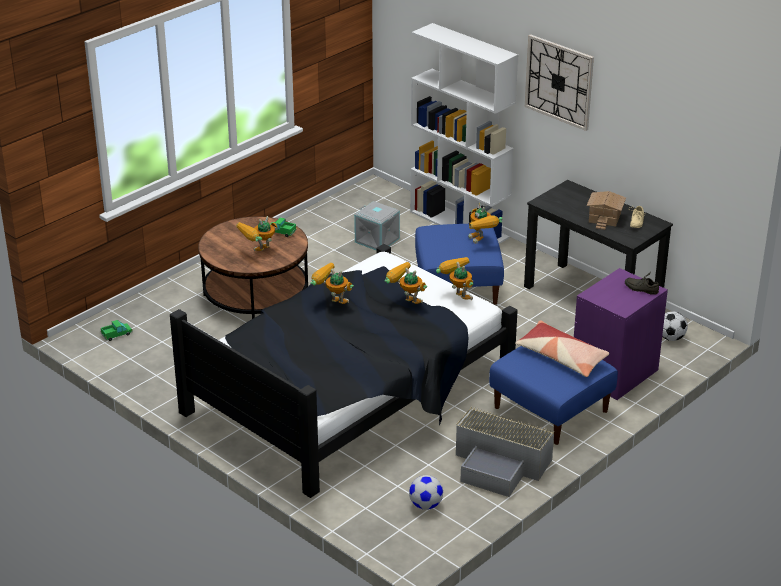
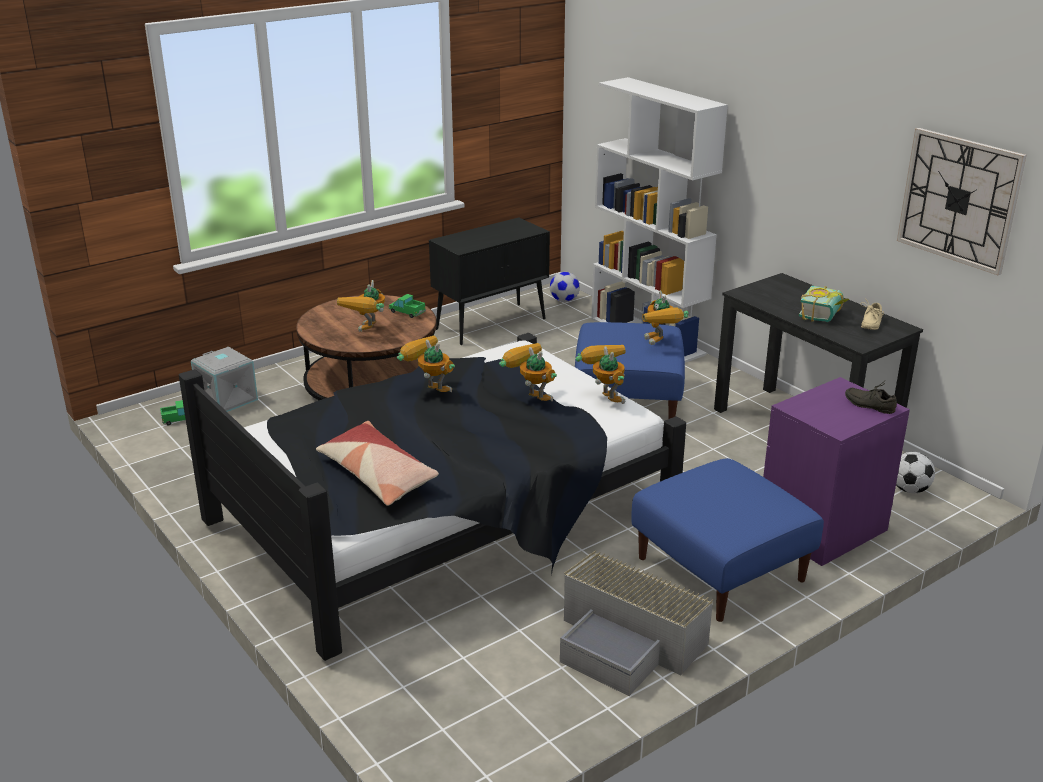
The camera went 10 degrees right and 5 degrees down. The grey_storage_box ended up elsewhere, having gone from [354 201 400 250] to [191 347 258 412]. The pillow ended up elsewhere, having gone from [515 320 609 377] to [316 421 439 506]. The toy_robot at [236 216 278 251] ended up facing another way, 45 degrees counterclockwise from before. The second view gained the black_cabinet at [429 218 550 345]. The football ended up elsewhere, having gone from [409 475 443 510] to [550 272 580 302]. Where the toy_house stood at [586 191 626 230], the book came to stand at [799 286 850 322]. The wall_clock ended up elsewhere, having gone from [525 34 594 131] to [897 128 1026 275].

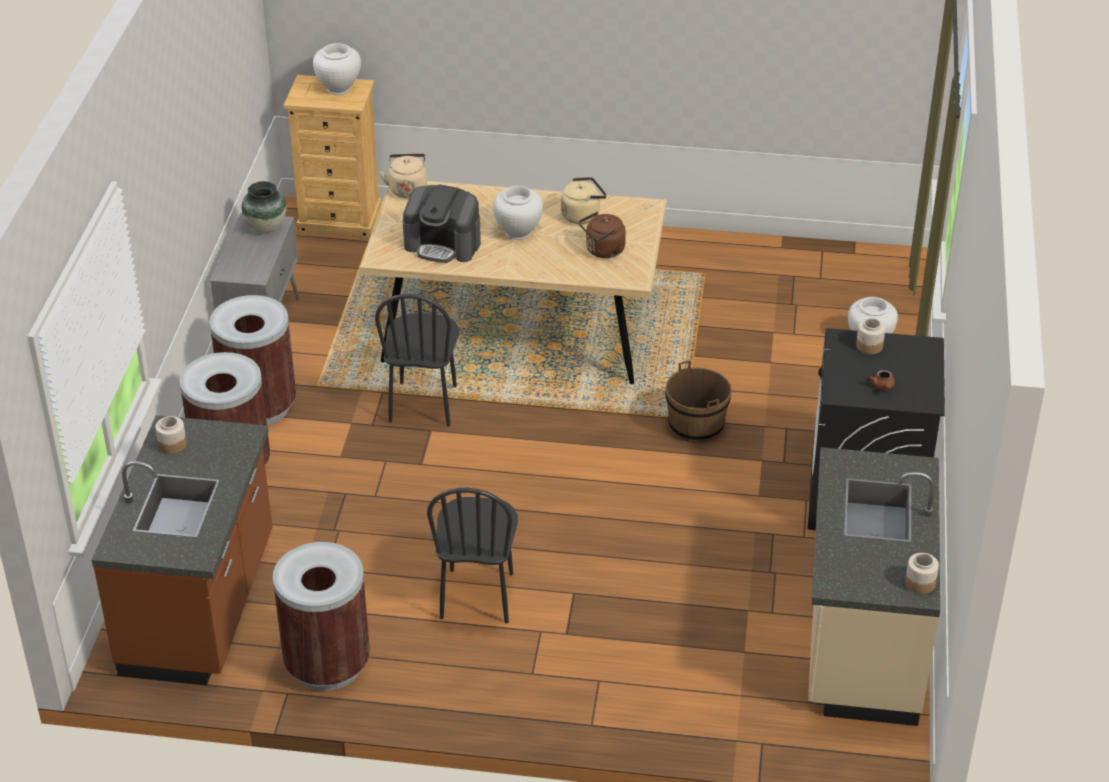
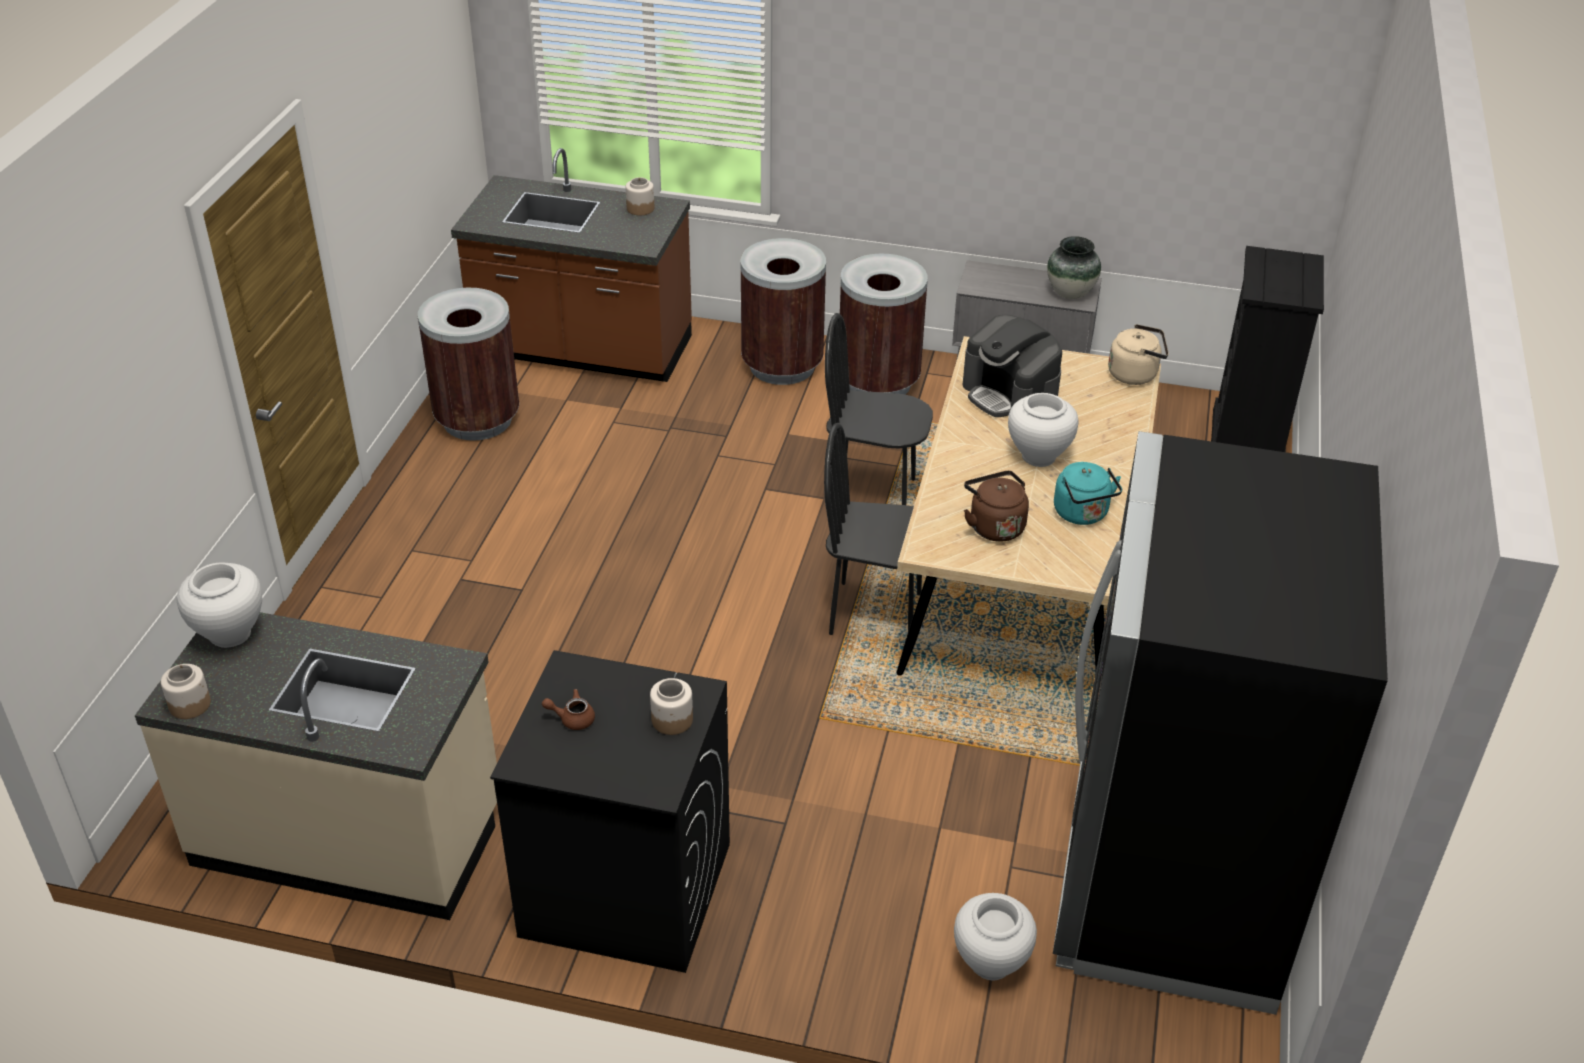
The camera went 95 degrees right and 0 degrees up. The white_vase ended up elsewhere, having gone from [313 43 361 95] to [176 562 262 648]. The black_chair ended up elsewhere, having gone from [427 488 518 623] to [824 423 922 635]. The coffee_machine at [403 184 481 263] ended up facing another way, 60 degrees counterclockwise from before. The second view gained the black_fridge at [1053 431 1388 1015]. What was the beige_kettle at [561 177 607 224] turned into the turquoise_kettle at [1054 462 1122 525]. What was the beige_dresser at [284 75 382 239] turned into the black_dresser at [1211 246 1324 452]. The second view lost the brown_bucket at [665 360 732 443].

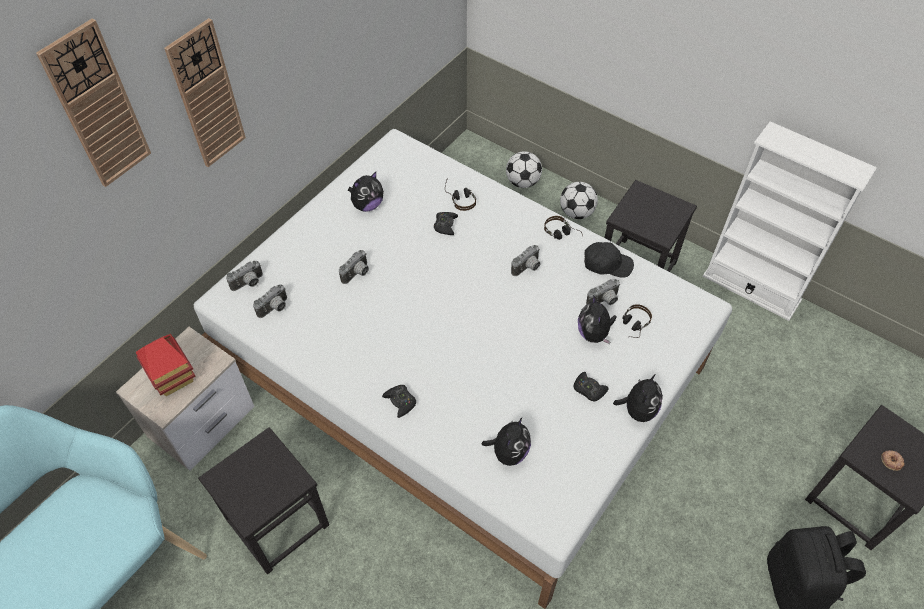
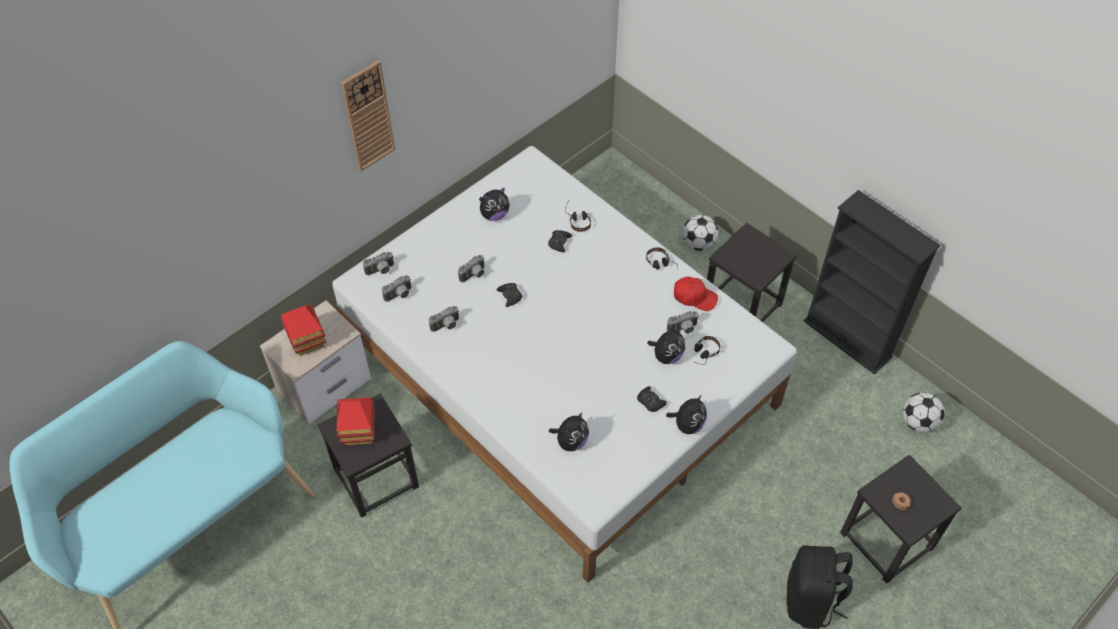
The camera went 10 degrees right and 0 degrees up. The second view gained the toy_house at [337 397 375 445]. The photo_camera ended up elsewhere, having gone from [511 245 541 276] to [429 306 459 332]. The black_game_controller ended up elsewhere, having gone from [382 385 416 418] to [497 283 522 307]. The plush_toy at [578 295 617 344] ended up facing another way, 135 degrees counterclockwise from before. What was the black_cap at [584 242 634 278] turned into the red_cap at [674 277 718 311]. What was the white_bookcase at [703 121 877 321] turned into the black_bookcase at [804 190 941 375]. The football ended up elsewhere, having gone from [506 151 542 188] to [903 393 945 433]. The second view lost the wall_clock at [36 18 151 187].

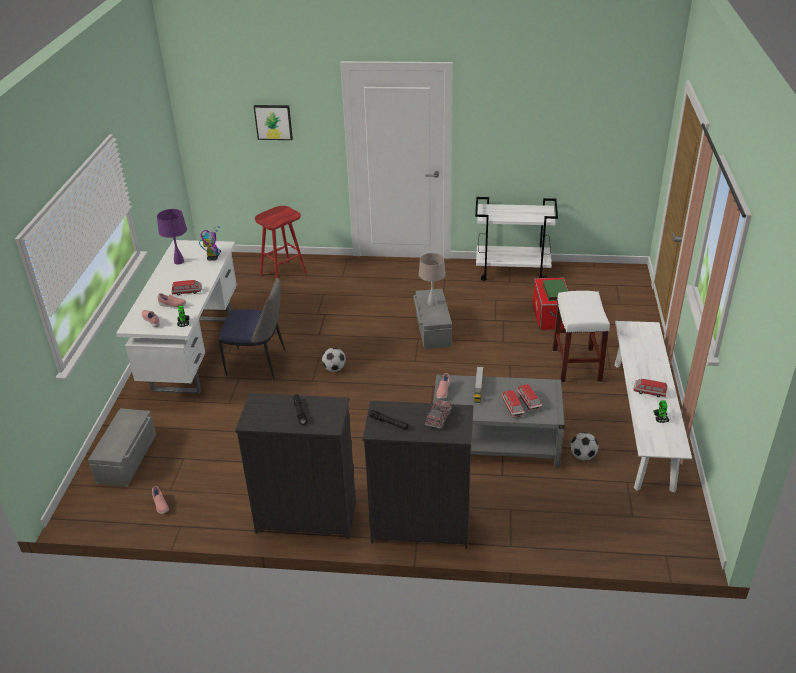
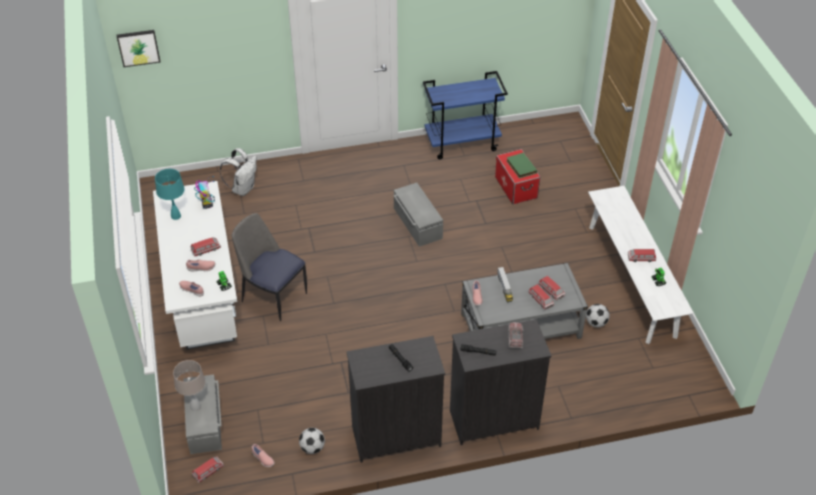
The camera went 20 degrees left and 10 degrees up. The picture ended up elsewhere, having gone from [254 105 293 140] to [117 30 161 67]. What was the purple_table_lamp at [157 209 187 264] turned into the turquoise_table_lamp at [155 169 185 220]. The beige_table_lamp ended up elsewhere, having gone from [419 253 446 306] to [173 360 206 411]. The second view gained the toy_car at [192 456 224 483]. Where the red_stool stood at [255 206 307 278], the white_backpack came to stand at [220 148 257 196]. The chair at [218 277 285 379] ended up facing another way, 135 degrees counterclockwise from before. The football ended up elsewhere, having gone from [322 348 346 372] to [299 428 325 454]. What was the white_cart at [475 197 558 281] turned into the blue_cart at [423 71 508 159]. The second view lost the white_stool at [552 291 610 383].

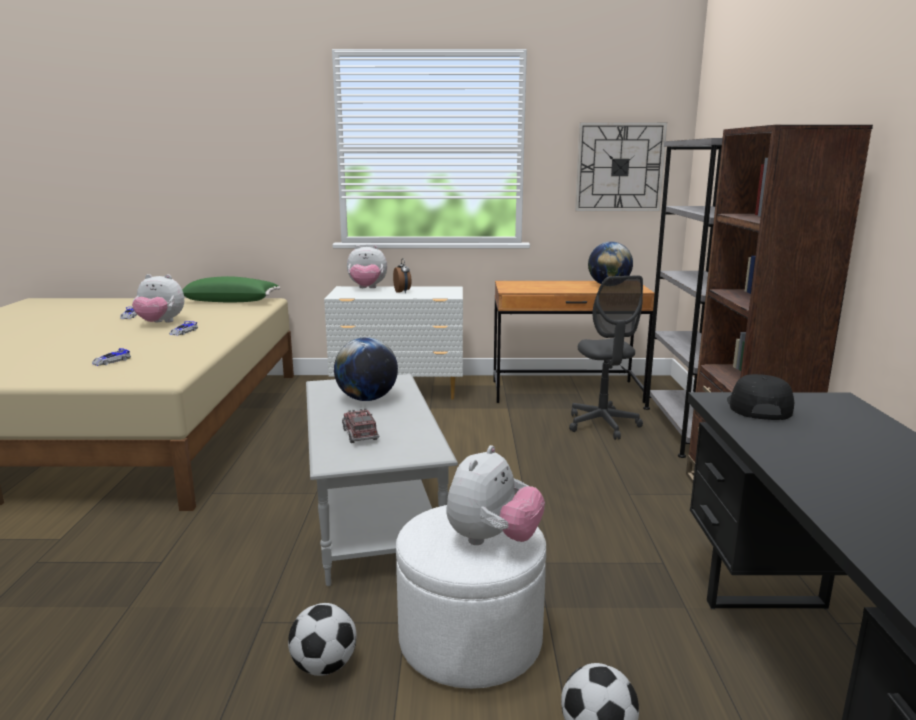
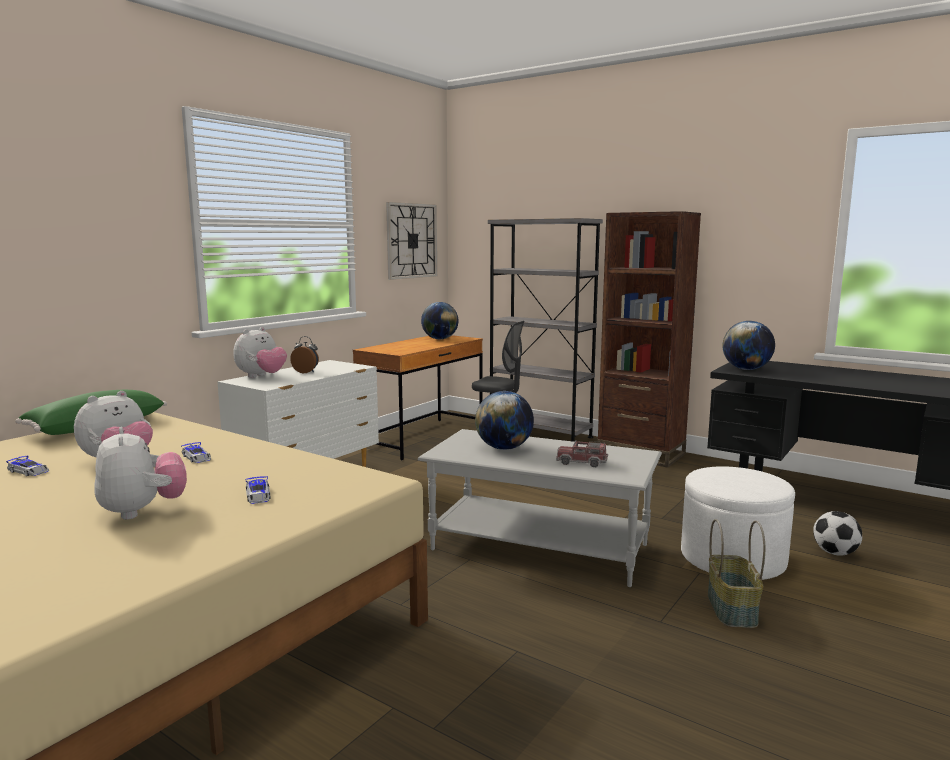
The camera went 55 degrees left and 5 degrees down. The plush_toy ended up elsewhere, having gone from [447 445 545 545] to [95 427 187 520]. Where the football stood at [288 603 357 676], the basket came to stand at [708 519 765 628]. Where the black_cap stood at [727 374 794 420], the globe came to stand at [722 321 775 370].

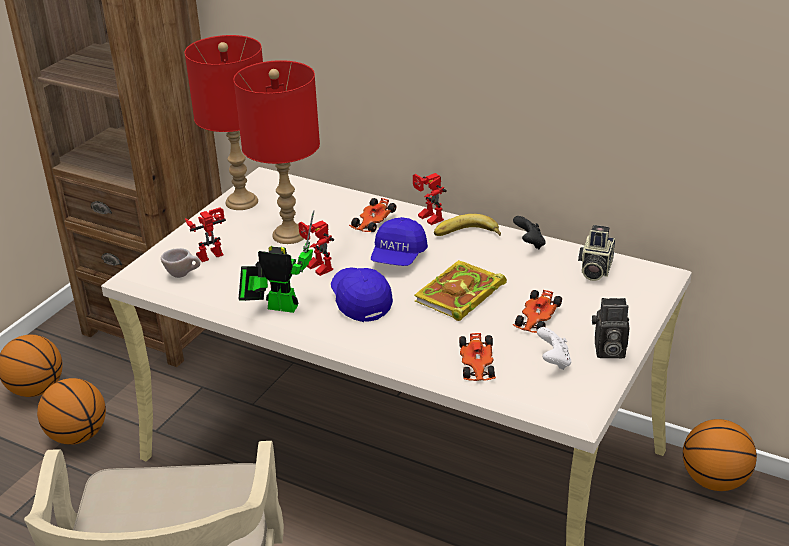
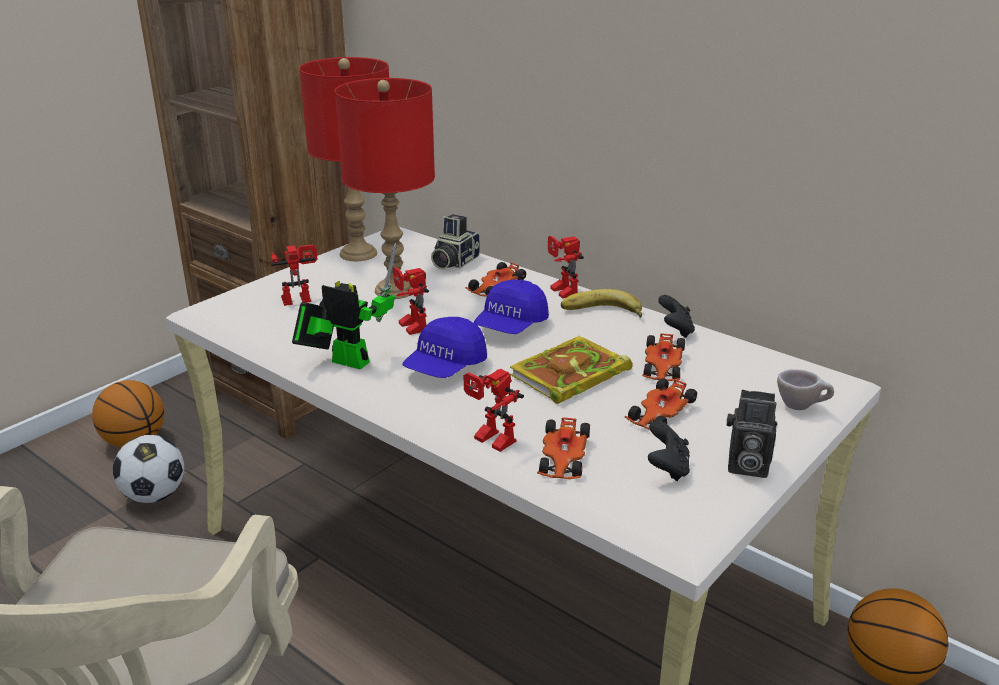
The camera went 10 degrees right and 5 degrees down. Where the basketball stood at [37 378 106 445], the football came to stand at [112 435 185 503]. The blue_cap at [331 267 393 322] ended up facing another way, 135 degrees counterclockwise from before. The photo_camera ended up elsewhere, having gone from [578 225 615 281] to [431 214 480 269]. The second view gained the toy_robot at [464 369 524 452]. The second view gained the toy_car at [642 334 685 381]. What was the white_game_controller at [537 327 571 370] turned into the black_game_controller at [648 421 690 481]. The beige_cup ended up elsewhere, having gone from [161 248 200 278] to [777 369 834 410].

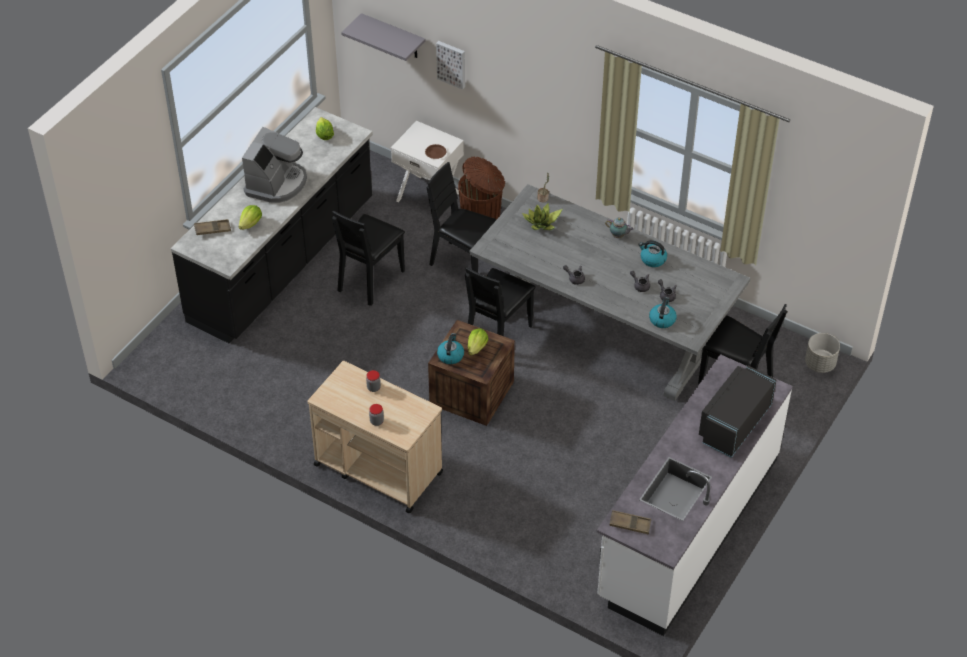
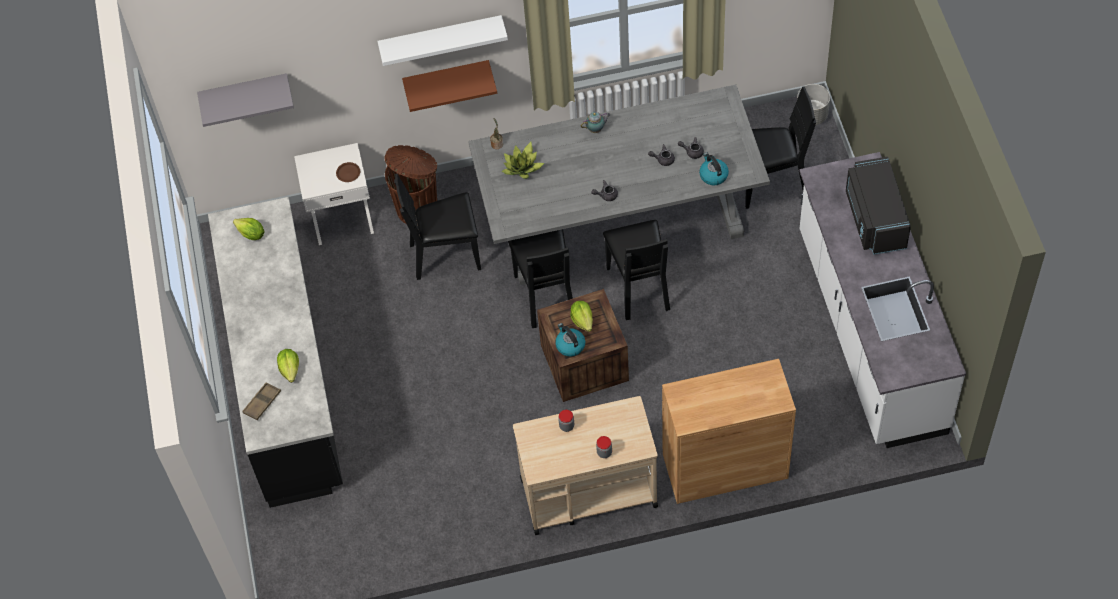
The camera went 40 degrees left and 10 degrees up. The second view gained the white_shelf at [377 15 508 66]. The second view gained the brown_shelf at [402 60 497 112]. The black_chair ended up elsewhere, having gone from [332 210 405 306] to [603 220 670 320]. The second view gained the brown_cabinet at [662 359 796 504]. The second view lost the coffee_machine at [242 127 307 203]. The second view lost the picture at [436 41 465 90]. The second view lost the brown_tray at [609 510 651 535]. The second view lost the kettle at [638 240 667 267].

